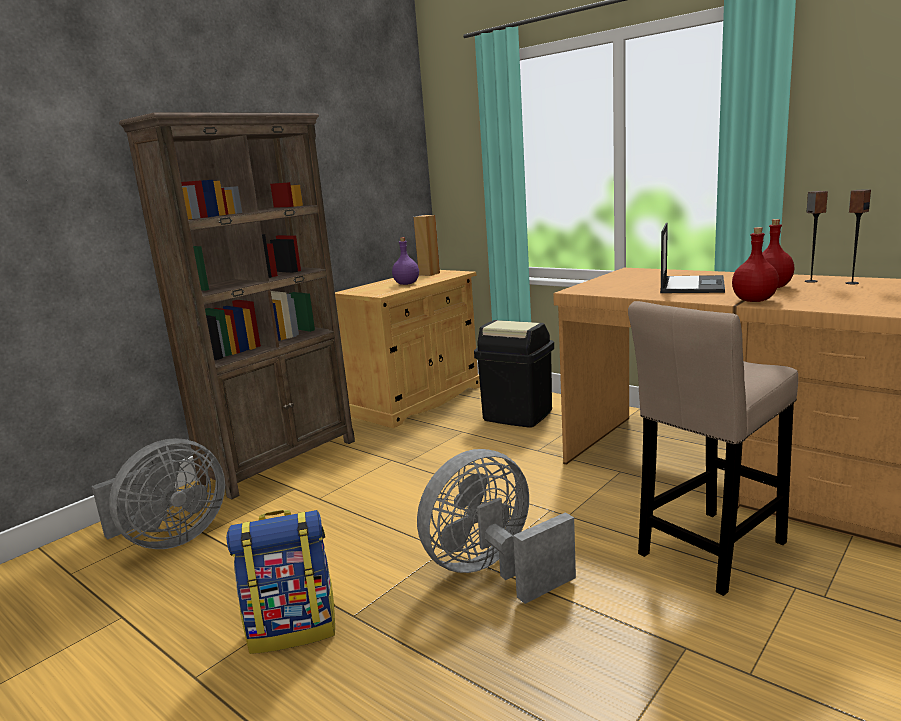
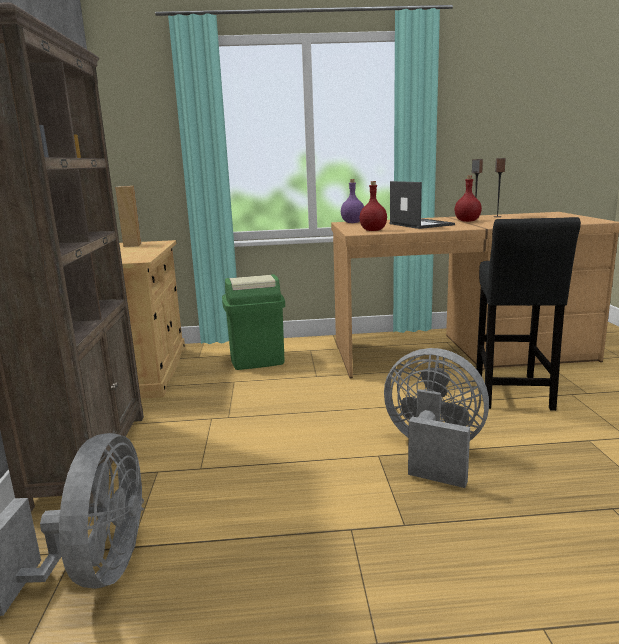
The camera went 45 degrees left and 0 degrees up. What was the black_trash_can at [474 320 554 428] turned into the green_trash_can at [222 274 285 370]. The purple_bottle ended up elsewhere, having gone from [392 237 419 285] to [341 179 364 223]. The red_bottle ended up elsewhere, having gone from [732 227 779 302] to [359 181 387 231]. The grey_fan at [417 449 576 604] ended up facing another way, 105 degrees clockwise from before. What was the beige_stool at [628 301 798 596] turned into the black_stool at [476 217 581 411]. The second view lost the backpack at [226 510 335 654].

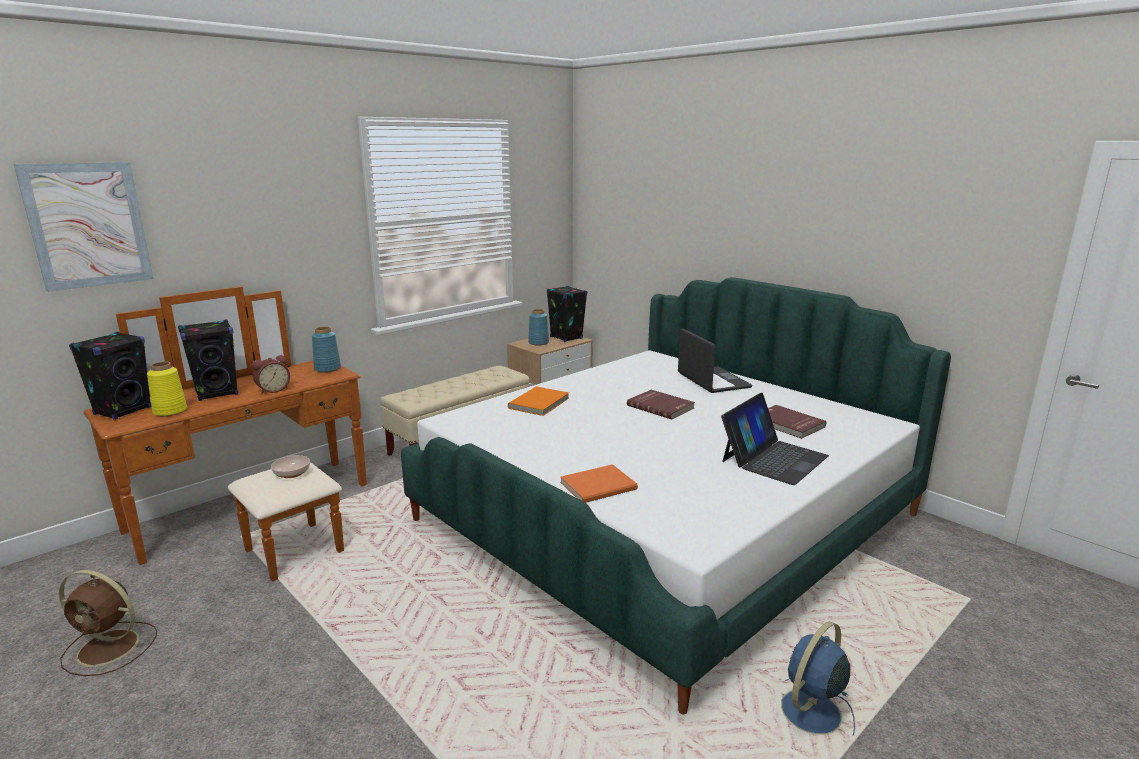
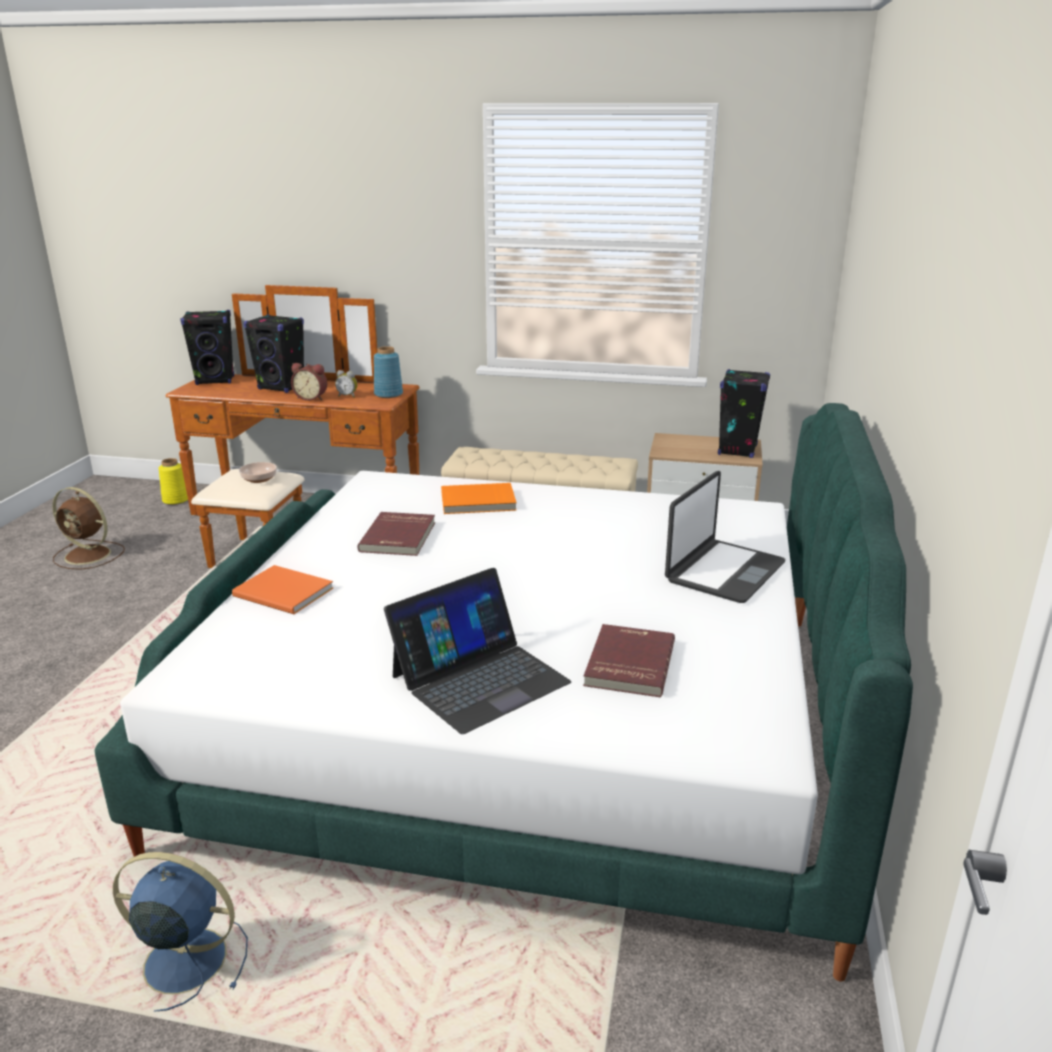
The camera went 55 degrees right and 5 degrees up. The brown_fan at [59 570 157 676] ended up facing another way, 45 degrees counterclockwise from before. The yellow_vase ended up elsewhere, having gone from [147 361 187 417] to [158 458 188 505]. The second view gained the alarm_clock at [335 370 357 398]. The red_book ended up elsewhere, having gone from [627 390 695 420] to [357 512 435 556]. The laptop at [721 393 829 485] ended up facing another way, 45 degrees counterclockwise from before. The second view lost the picture at [14 162 154 292]. The second view lost the blue_vase at [528 309 549 346].

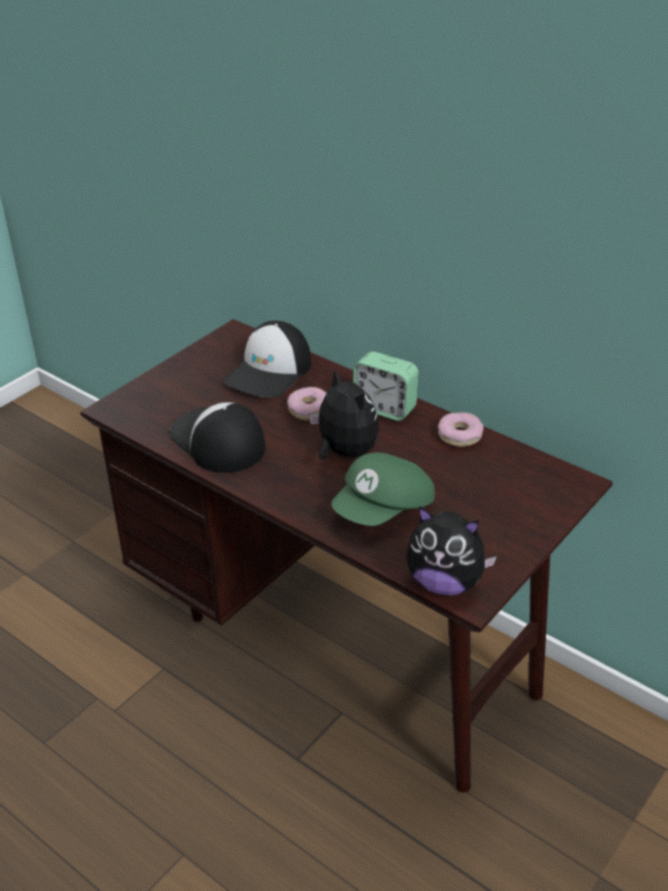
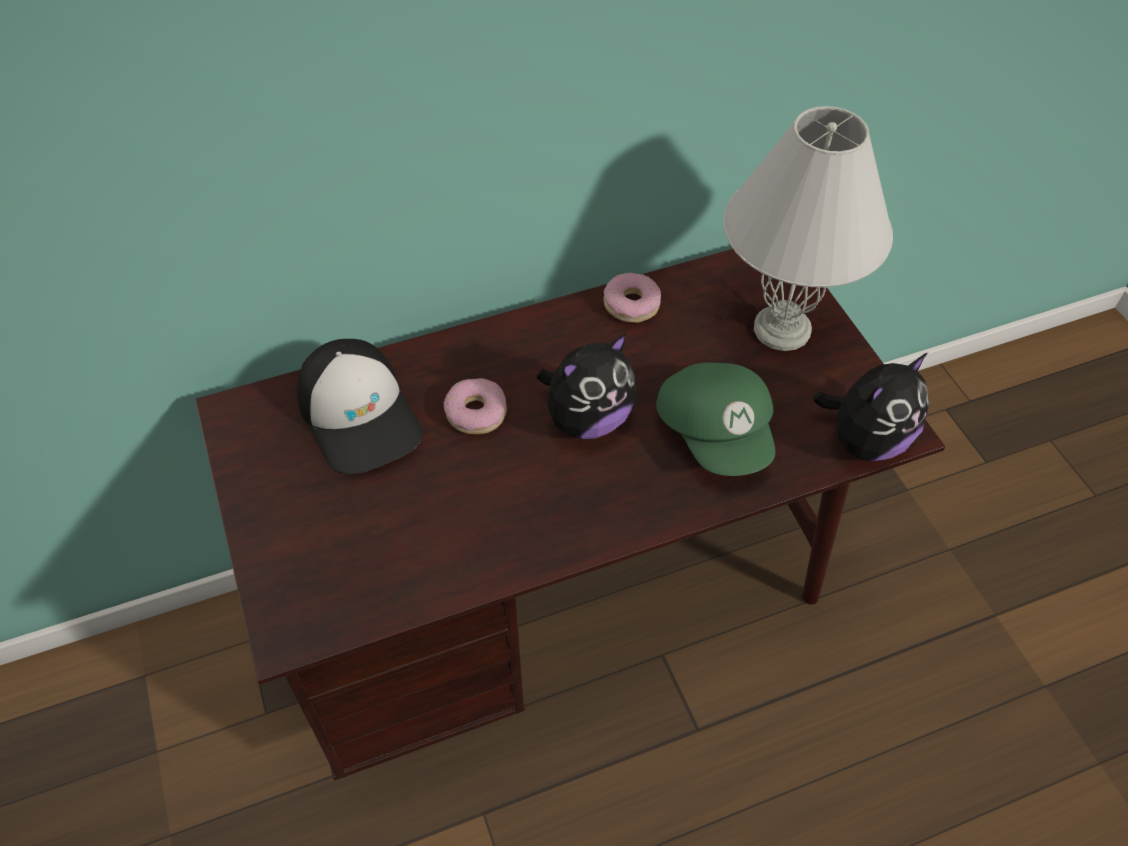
The camera went 60 degrees left and 15 degrees up. The plush_toy at [309 368 379 460] ended up facing another way, 150 degrees clockwise from before. The second view gained the white_table_lamp at [723 106 893 351]. The second view lost the cap at [170 402 265 473]. The second view lost the alarm_clock at [353 352 419 421].

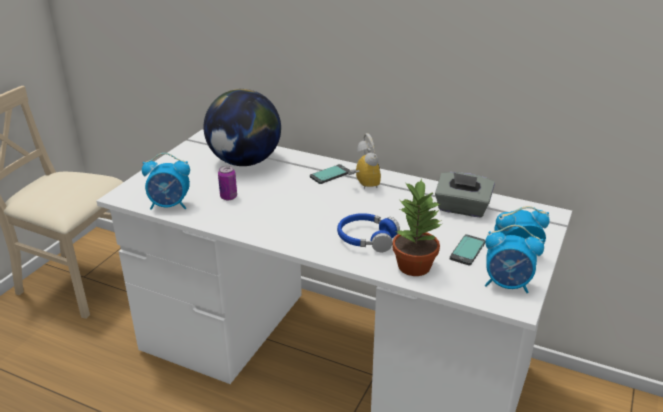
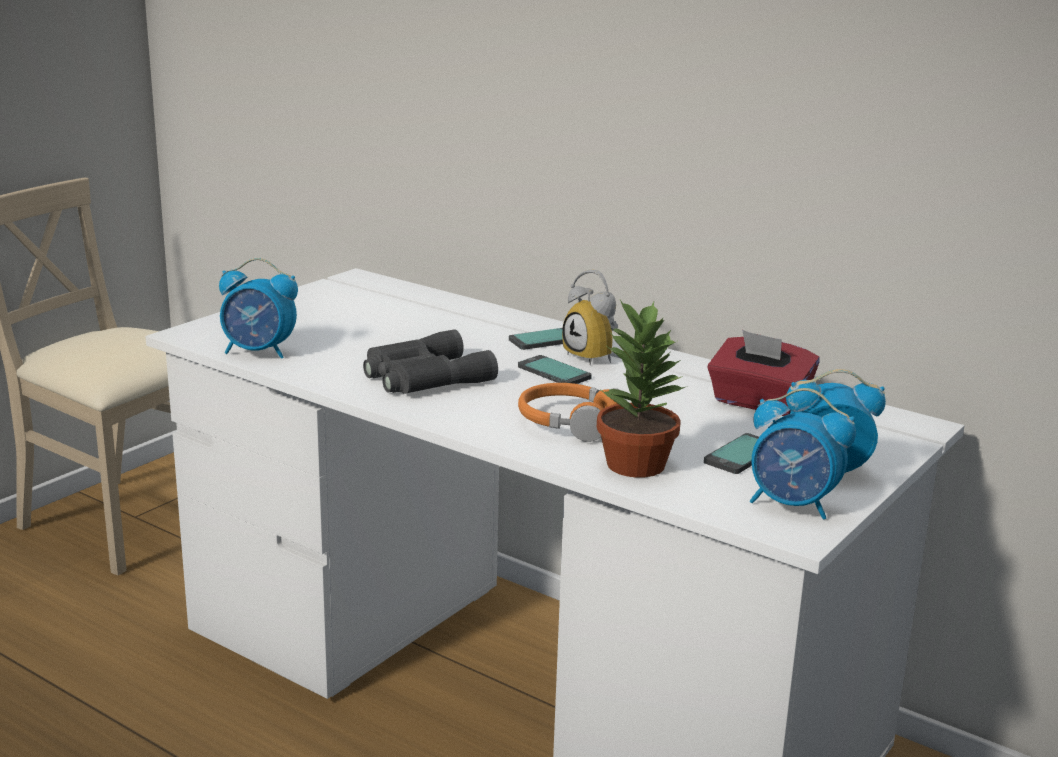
The camera went 10 degrees right and 10 degrees down. The second view gained the grey_binoculars at [363 329 498 394]. The second view gained the phone at [518 355 592 384]. What was the blue_headphones at [337 213 400 252] turned into the orange_headphones at [518 383 627 442]. The alarm_clock at [348 133 381 189] ended up facing another way, 150 degrees clockwise from before. What was the grey_tissue_box at [435 172 495 217] turned into the red_tissue_box at [707 330 820 416]. The second view lost the globe at [203 89 281 166]. The second view lost the can at [218 166 237 200].

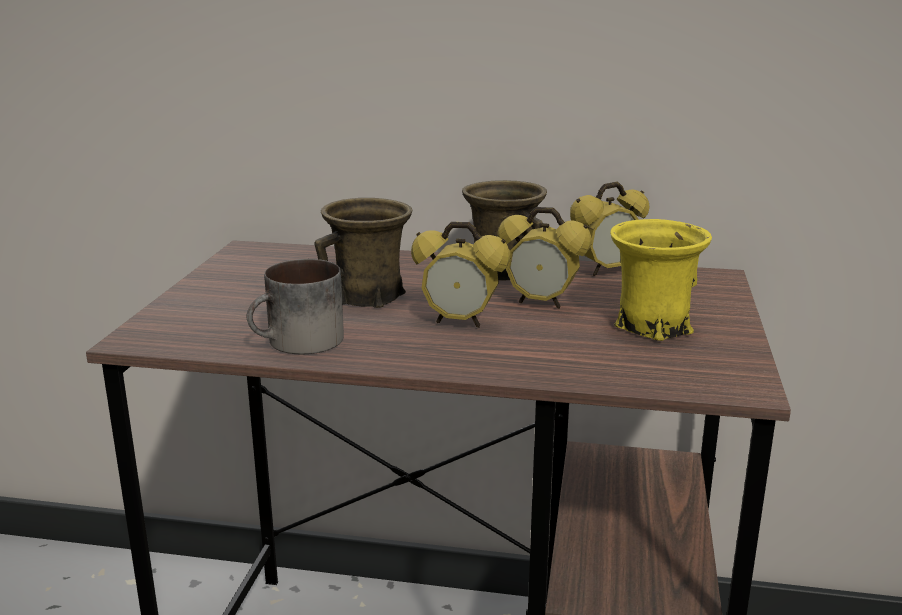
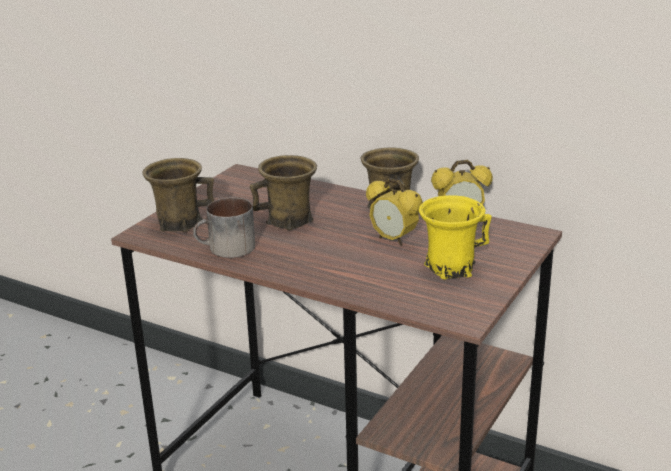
The camera went 20 degrees right and 5 degrees up. The second view gained the brown_mug at [143 158 214 232]. The second view lost the alarm_clock at [411 222 510 327].

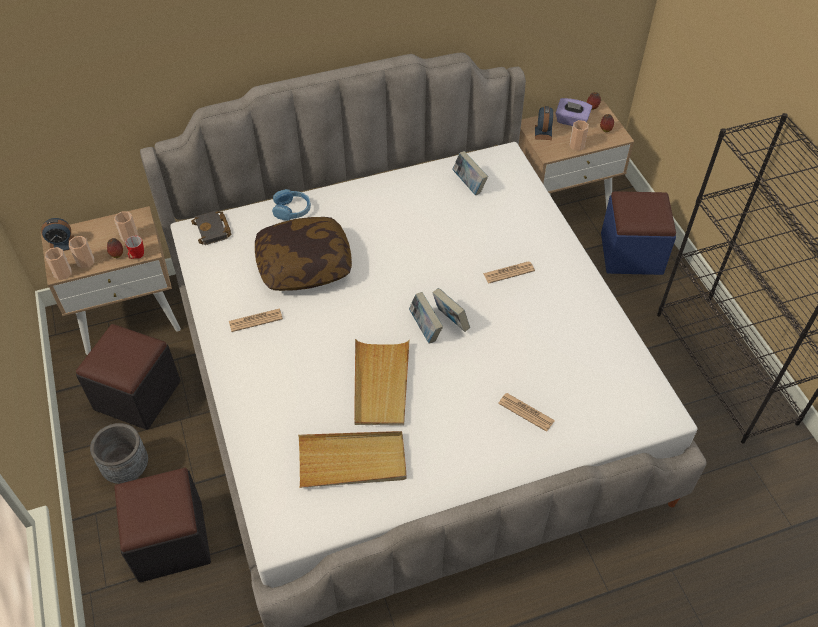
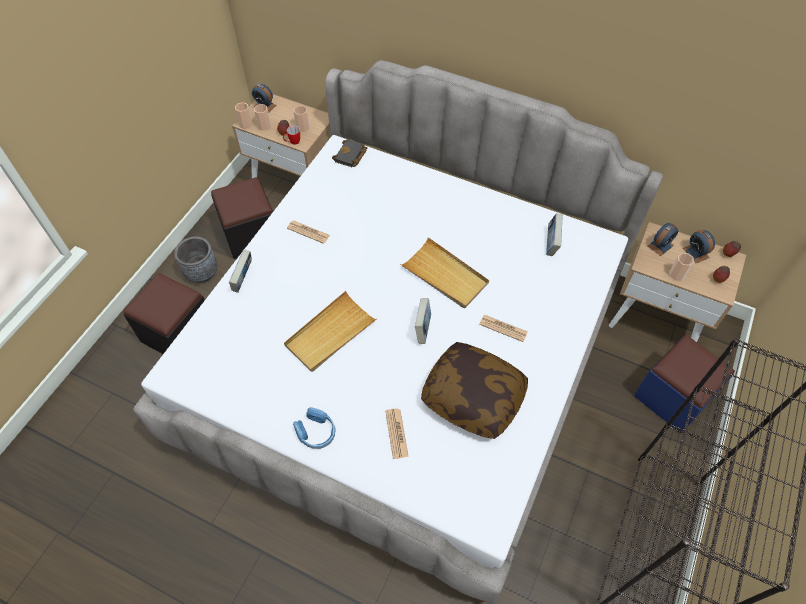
The camera went 45 degrees right and 5 degrees up. The book ended up elsewhere, having gone from [409 292 443 344] to [229 249 252 293]. The blue_headphones ended up elsewhere, having gone from [272 189 311 221] to [293 407 336 449]. The beige_tray ended up elsewhere, having gone from [298 431 406 488] to [400 237 489 308]. The pillow ended up elsewhere, having gone from [255 217 352 291] to [421 342 528 439]. Where the purple_tissue_box stood at [556 98 592 126], the alarm_clock came to stand at [683 230 715 263].

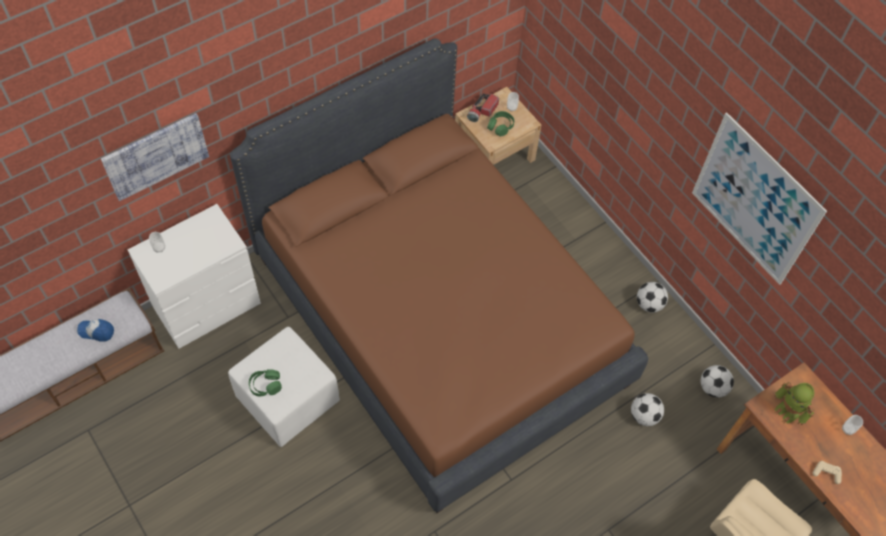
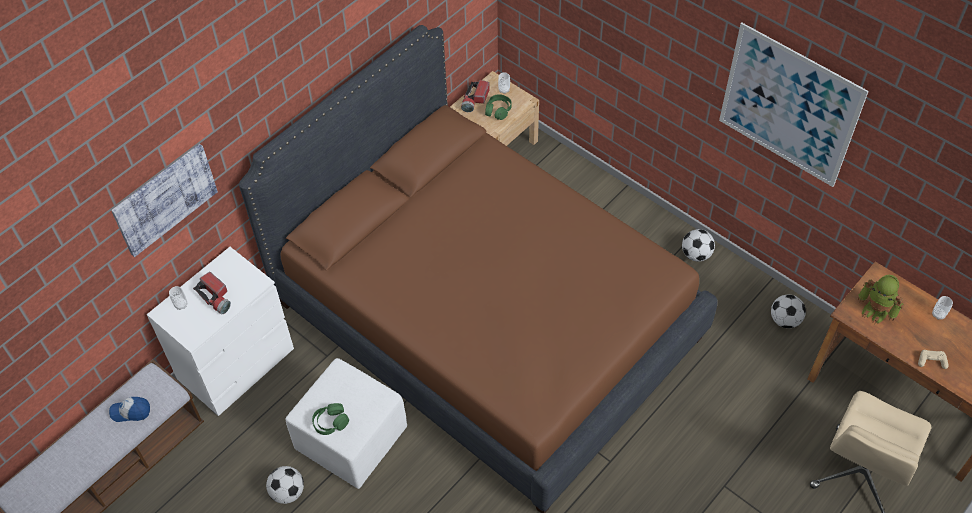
The camera went 10 degrees left and 5 degrees down. The second view gained the flashlight at [193 272 231 314]. The football ended up elsewhere, having gone from [631 393 664 426] to [266 466 304 504].

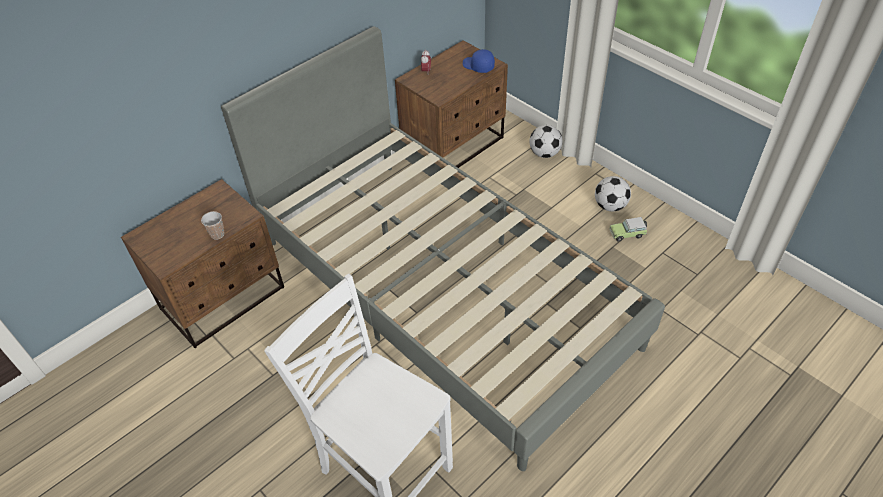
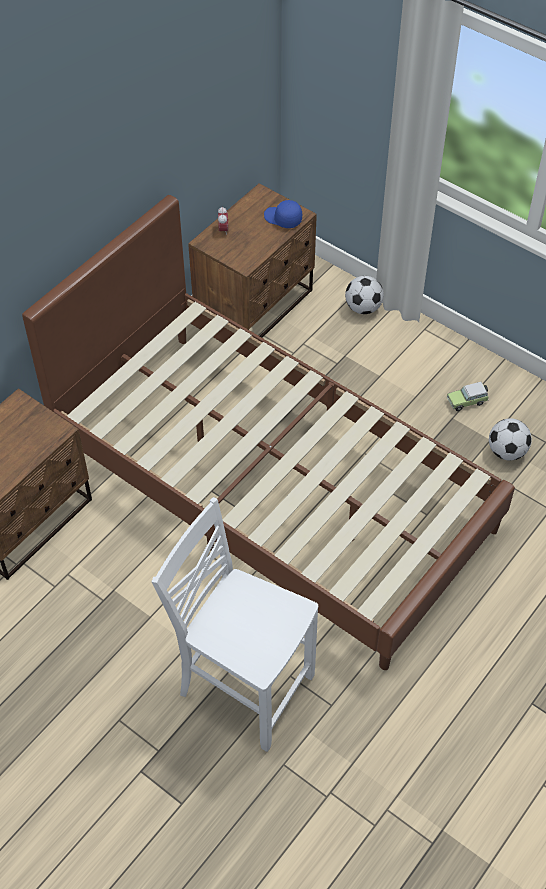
The camera went 10 degrees left and 5 degrees up. What was the grey_bed at [221 26 665 471] turned into the brown_bed at [22 195 515 670]. The football ended up elsewhere, having gone from [595 176 631 211] to [489 418 532 461]. The second view lost the cup at [201 211 224 240].

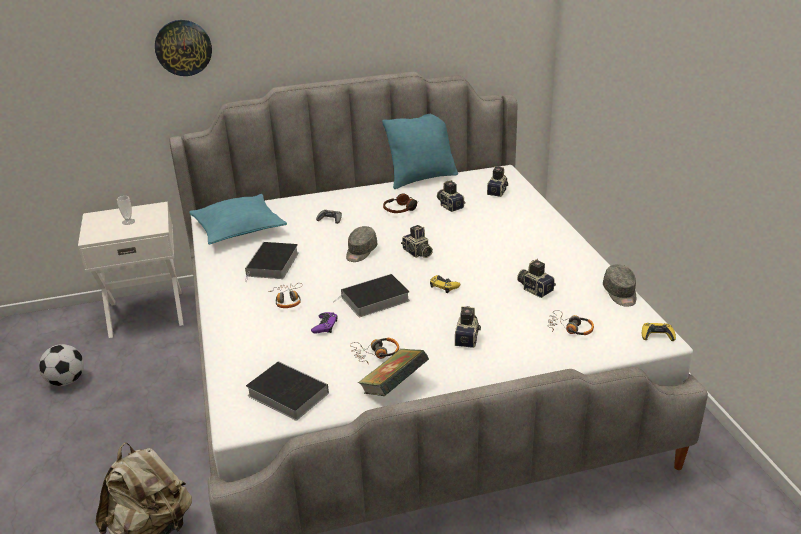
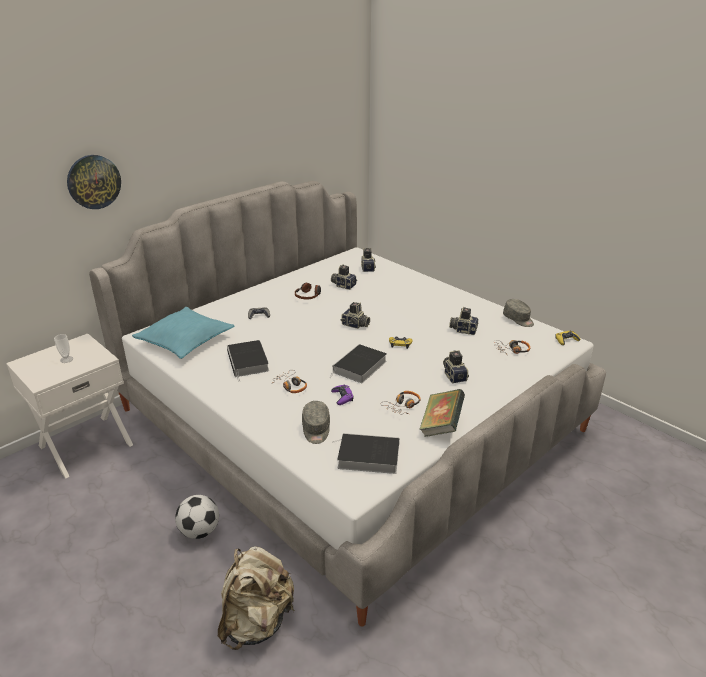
The camera went 30 degrees left and 0 degrees up. The football ended up elsewhere, having gone from [39 344 84 386] to [175 495 219 539]. The grey_cap ended up elsewhere, having gone from [346 226 377 262] to [302 401 330 444]. The second view lost the turquoise_pillow at [382 114 458 189].

